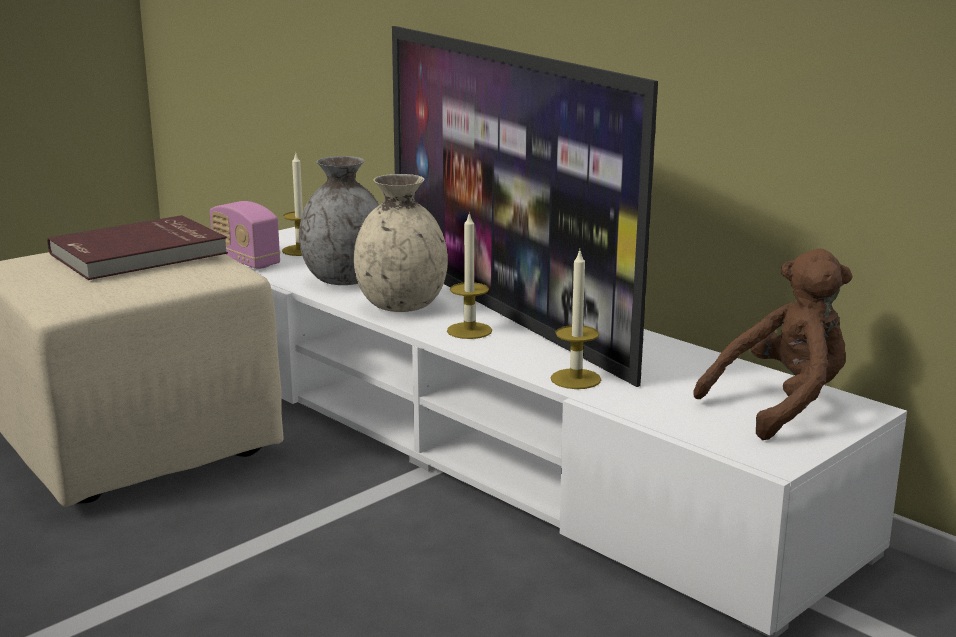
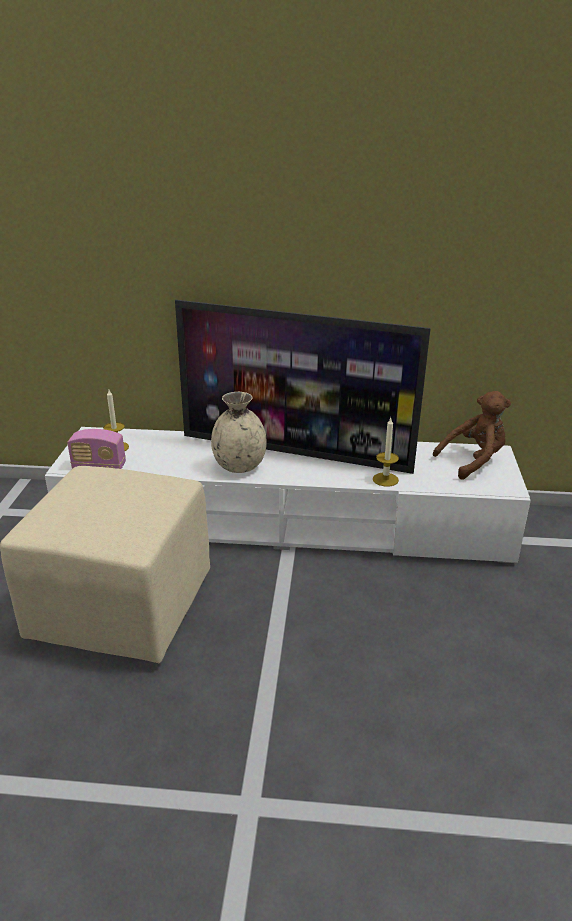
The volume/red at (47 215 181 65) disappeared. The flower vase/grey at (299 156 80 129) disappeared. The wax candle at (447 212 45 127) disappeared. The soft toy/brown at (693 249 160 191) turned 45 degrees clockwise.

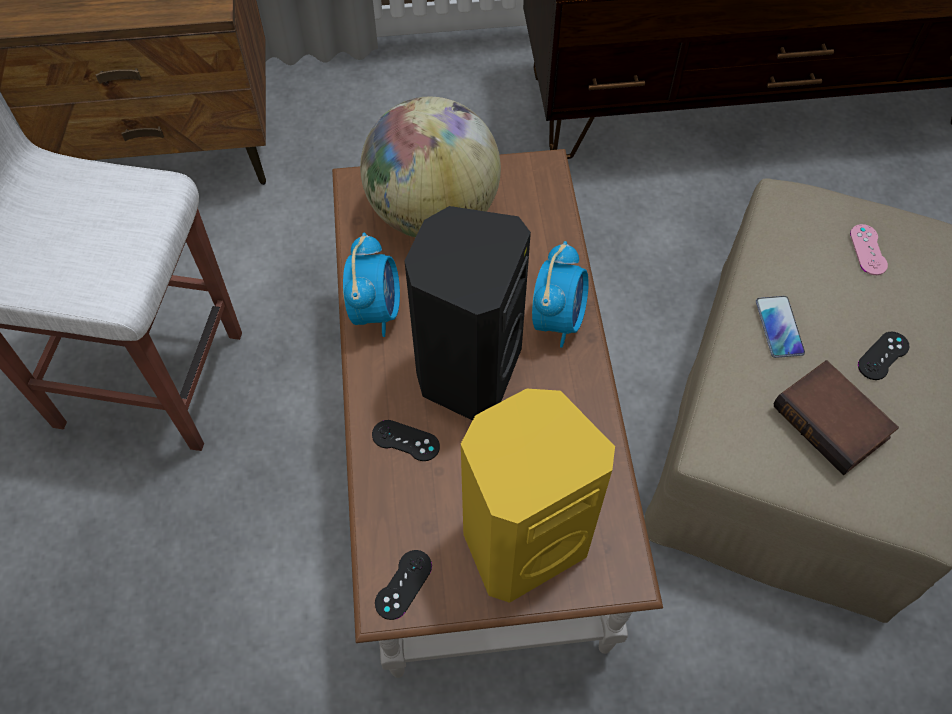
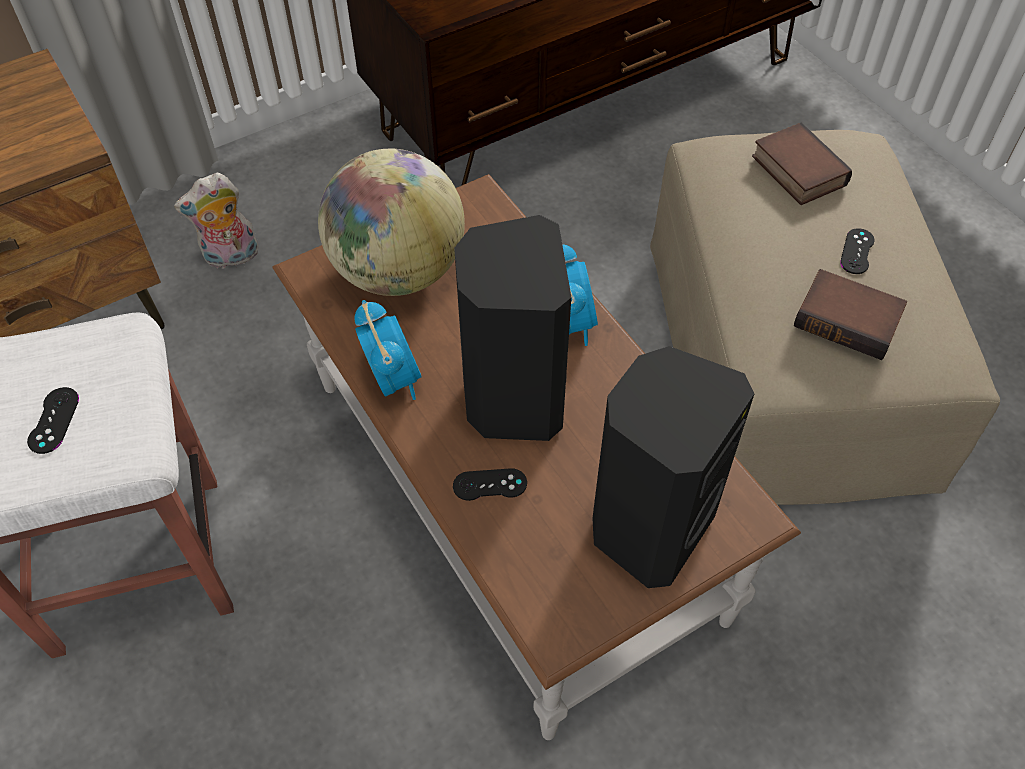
The telephone at (756 296 49 62) disappeared. The soft toy at (174 173 85 96) appeared. The game controller/black moved from (375 550 57 70) to (27 387 52 67). The game controller/pinkish at (850 224 38 51) was replaced by the volume at (752 123 100 82). The audio speaker/yellow-coloured at (461 388 154 215) became the audio speaker/black at (592 346 162 242).

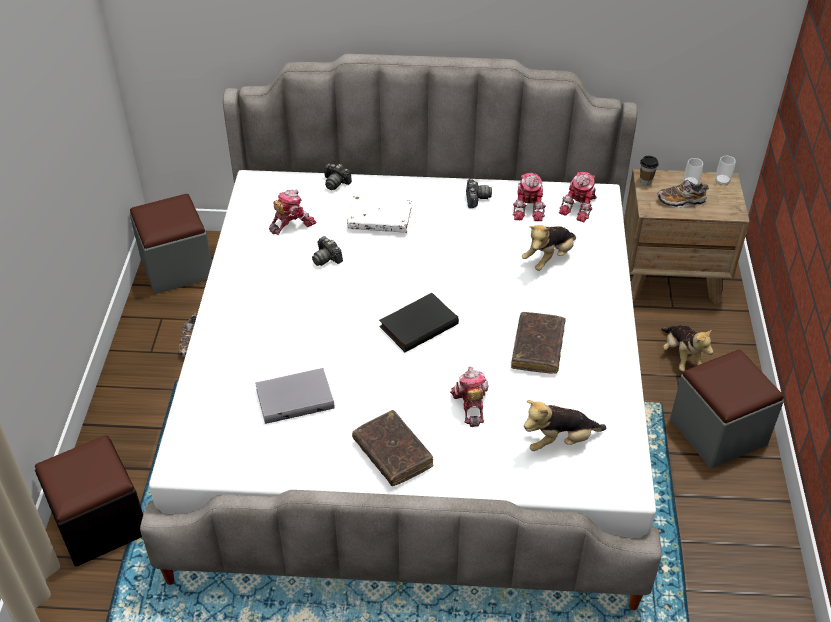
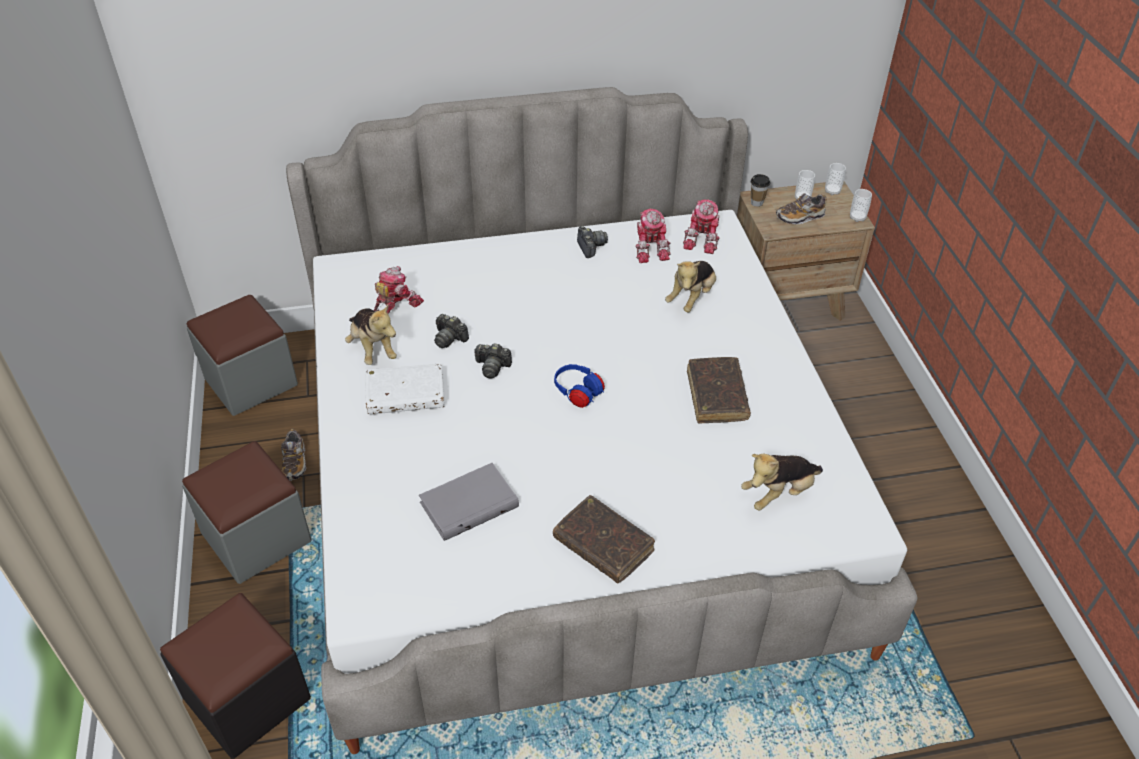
The model robot at (450 366 39 61) disappeared. The small cup at (850 189 22 33) appeared. The still camera moved from (324 163 28 27) to (474 343 38 36). The volume/white-coloured moved from (347 196 65 37) to (365 364 80 50). The soft toy moved from (661 325 52 46) to (345 304 52 61). The footrest/grey moved from (670 350 114 118) to (182 441 130 143). The volume/black at (379 293 80 59) was replaced by the pair of headphones/bluish at (554 364 51 44).

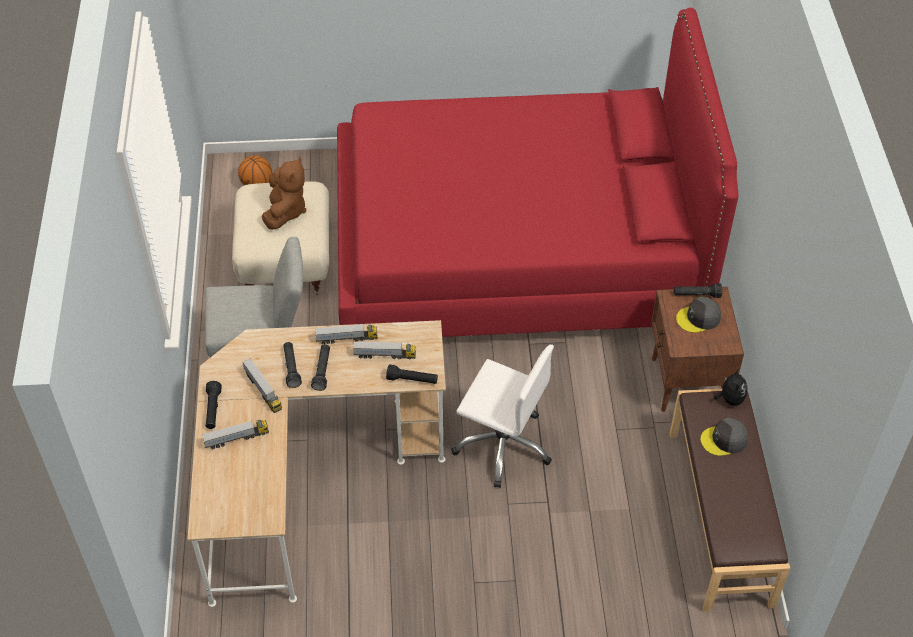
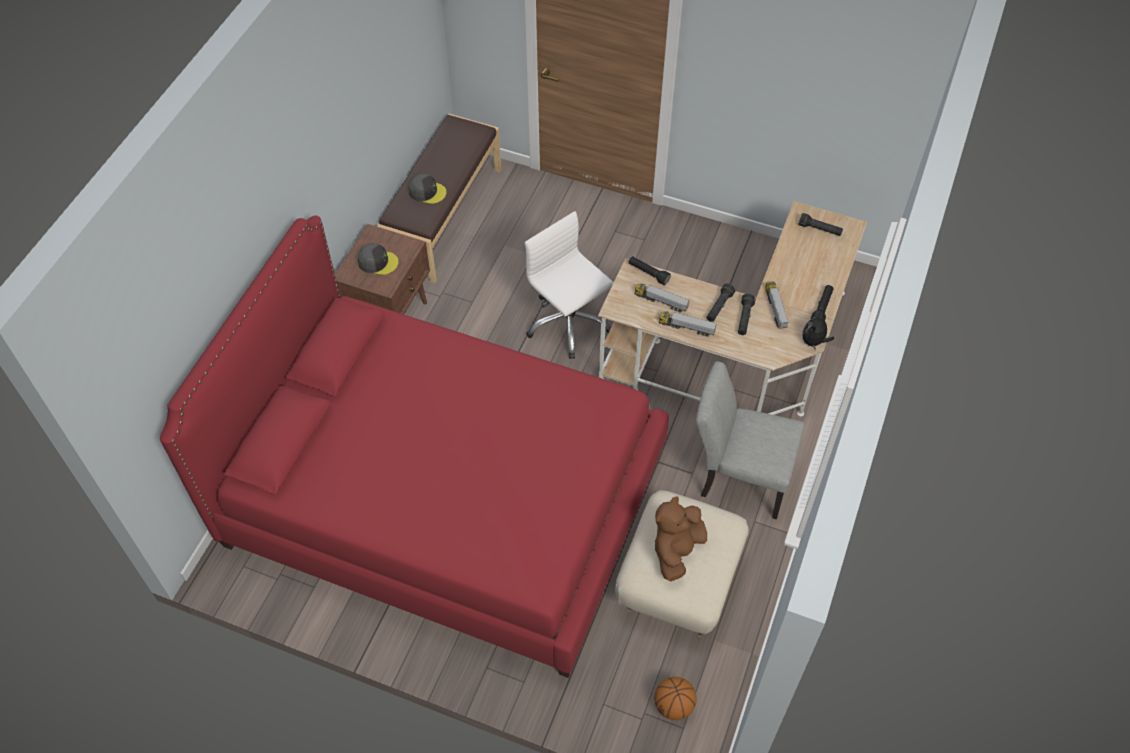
The model truck at (202 420 67 29) disappeared. The hand torch/black moved from (674 284 48 14) to (799 213 44 23). The soft toy moved from (713 368 35 38) to (803 313 31 36).

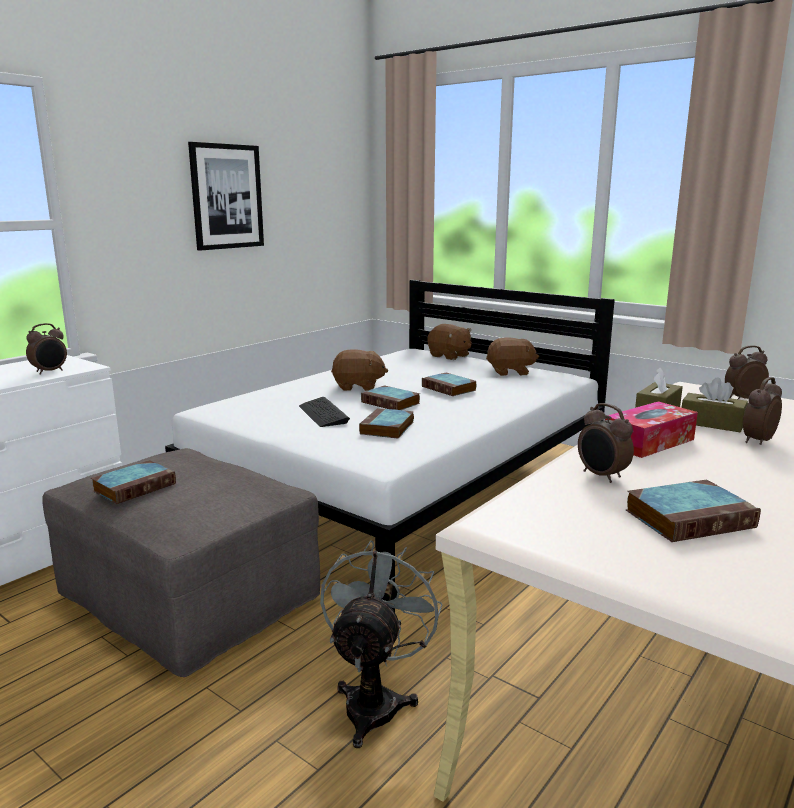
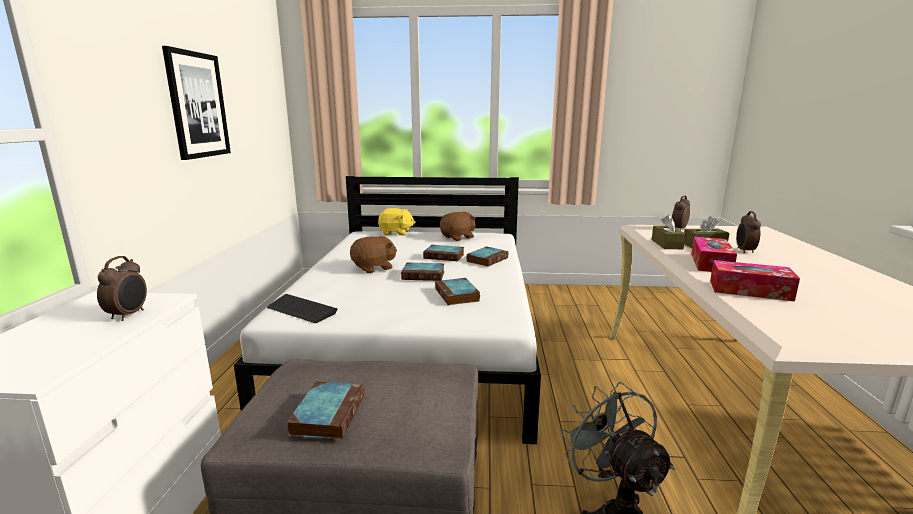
The keyboard moved from (299 397 51 30) to (267 294 71 29). The volume moved from (626 480 135 62) to (466 247 42 19). The table clock at (578 403 56 80) was replaced by the box of tissues at (710 260 90 42). The soft toy/brown at (428 324 43 36) became the soft toy/yellow-coloured at (378 208 38 27).

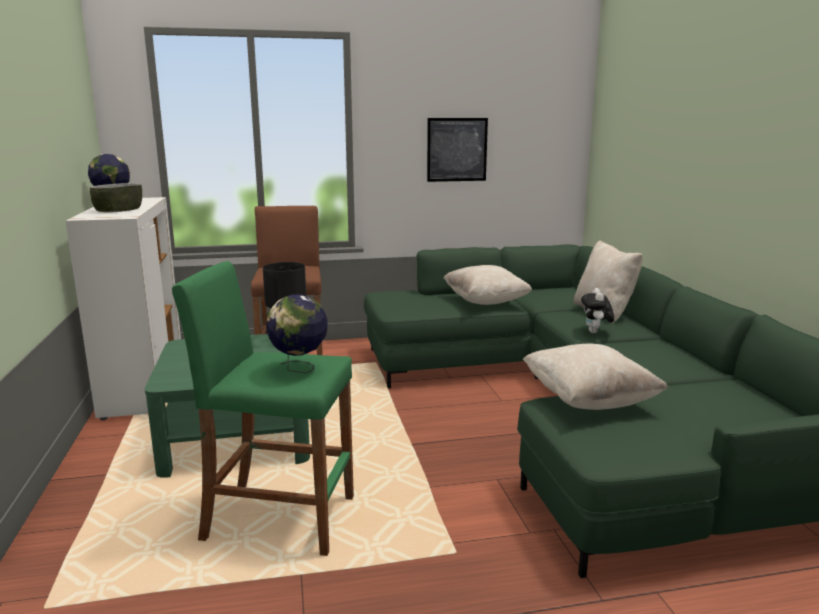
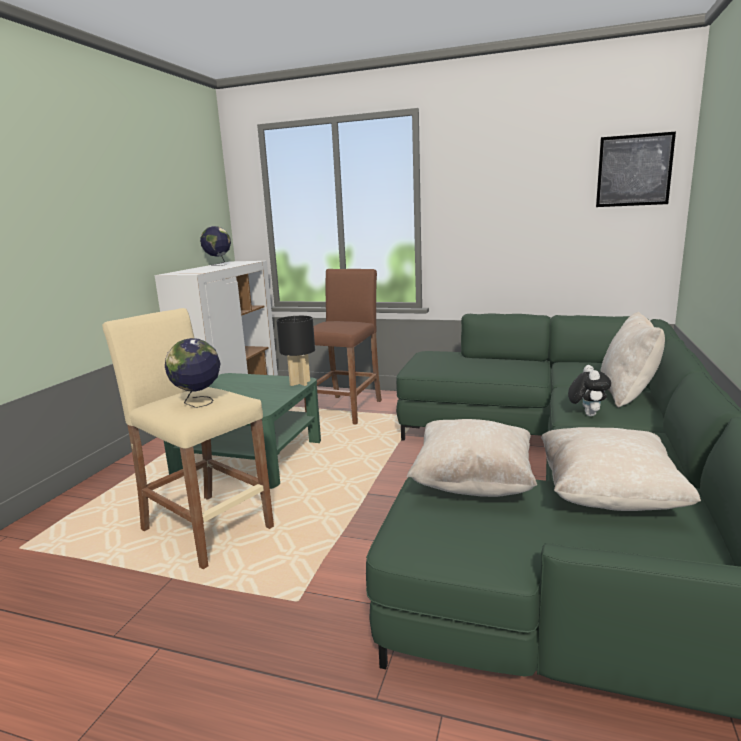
The bowl at (89 183 53 29) disappeared. The wall art moved from (427 118 61 64) to (596 132 80 75). The cushion/sand-coloured moved from (443 265 89 40) to (541 427 160 84). The stool seat/green-coloured at (172 261 182 295) became the stool seat/sand-coloured at (102 308 172 261). The soft toy at (581 288 33 45) turned 150 degrees clockwise.

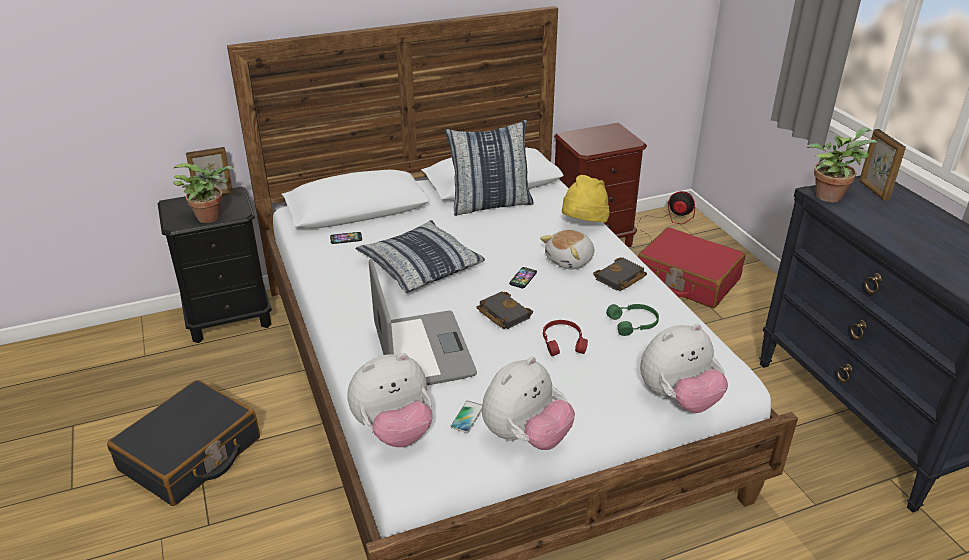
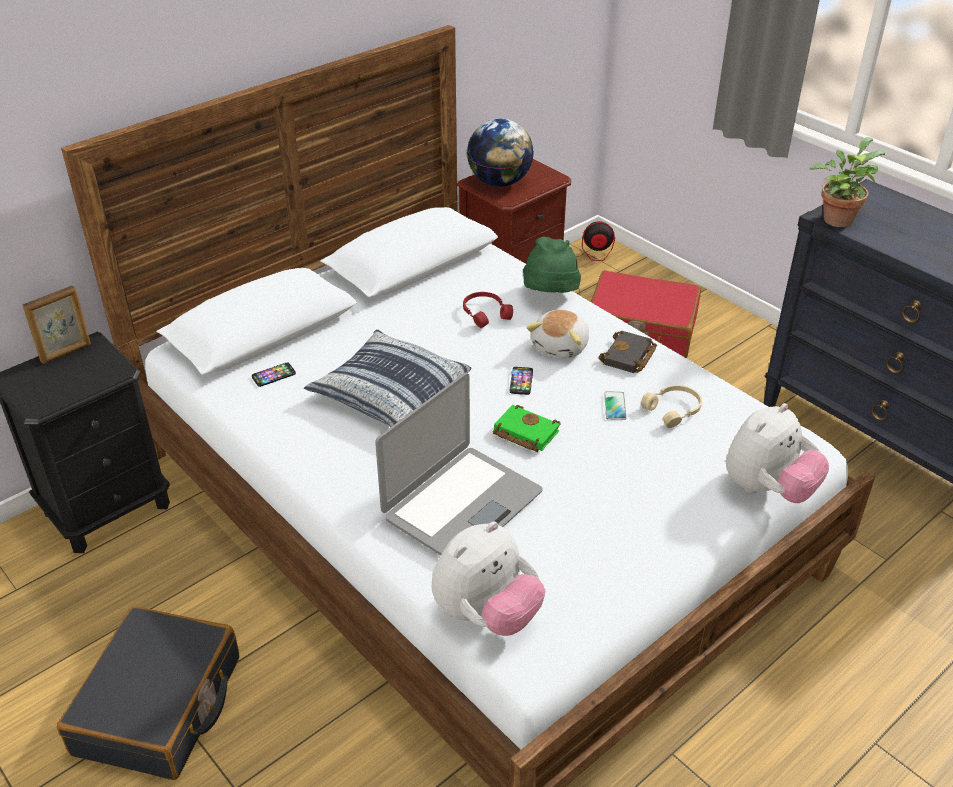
The houseplant at (172 163 62 60) disappeared. The cushion at (445 120 89 96) disappeared. The soft toy at (482 357 93 93) disappeared. The picture frame at (859 129 47 72) disappeared. The globe at (467 119 67 68) appeared. The telephone moved from (450 401 32 32) to (604 391 23 29). The pair of headphones/red moved from (543 320 45 36) to (463 292 50 36). The volume/black at (476 291 57 38) became the volume/green-coloured at (493 405 68 47). The clothing hat/yellow-coloured at (562 175 47 48) became the clothing hat/green-coloured at (523 237 58 56). The pair of headphones/green-coloured at (606 304 53 32) became the pair of headphones/sand-coloured at (641 385 61 43). The laptop at (369 259 108 126) turned 75 degrees clockwise.

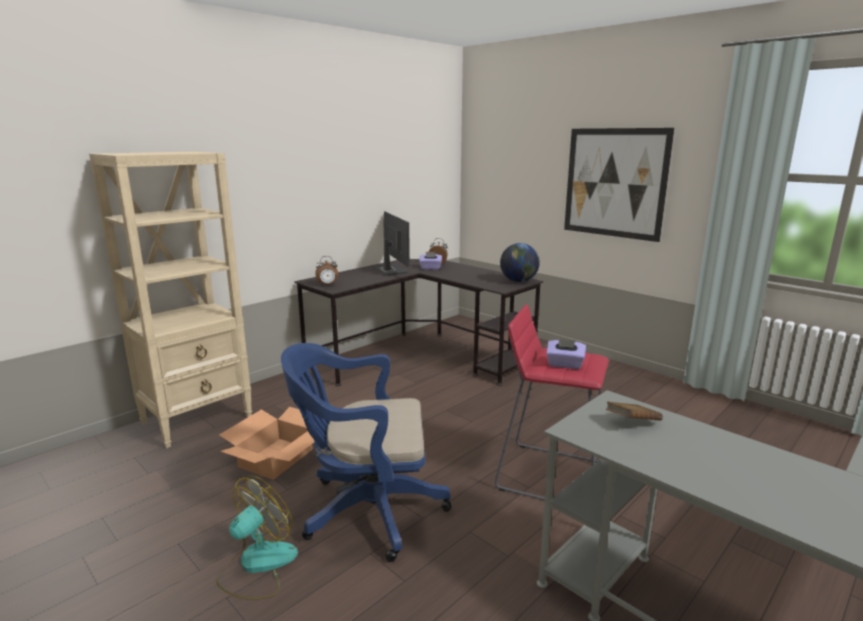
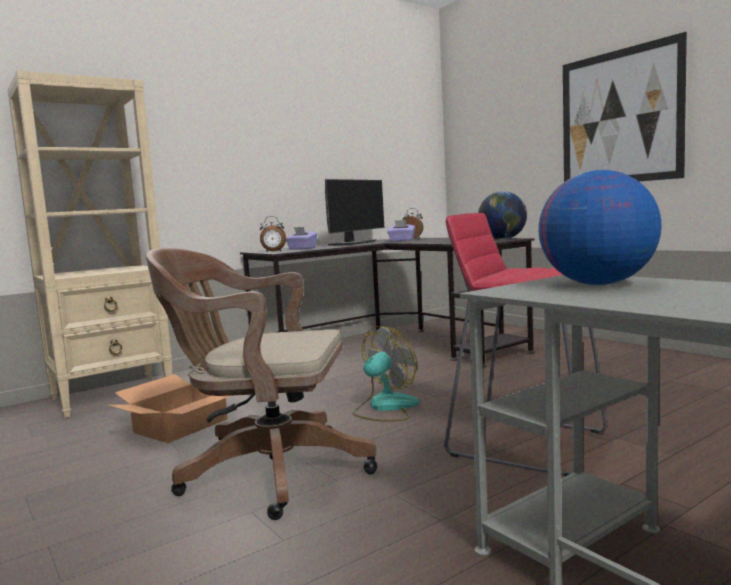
The cooling fan moved from (217 476 81 123) to (353 326 67 95). The box of tissues/purple moved from (546 338 40 31) to (286 227 31 23). The volume/brown at (606 402 57 19) was replaced by the globe at (539 170 123 115). The computer chair/bluish at (281 343 171 219) became the computer chair/brown at (145 248 232 272). The computer display at (374 211 36 64) turned 45 degrees clockwise.

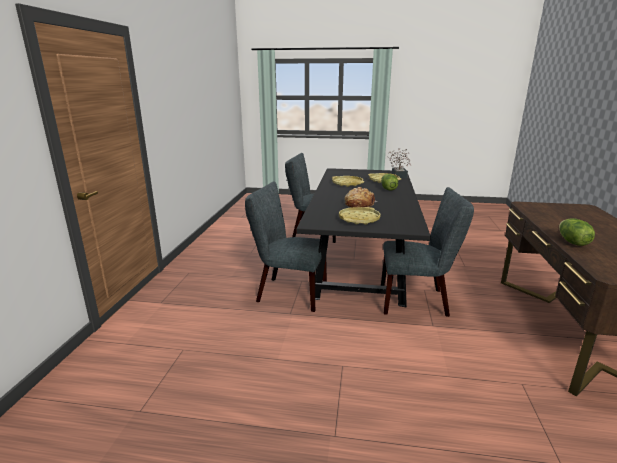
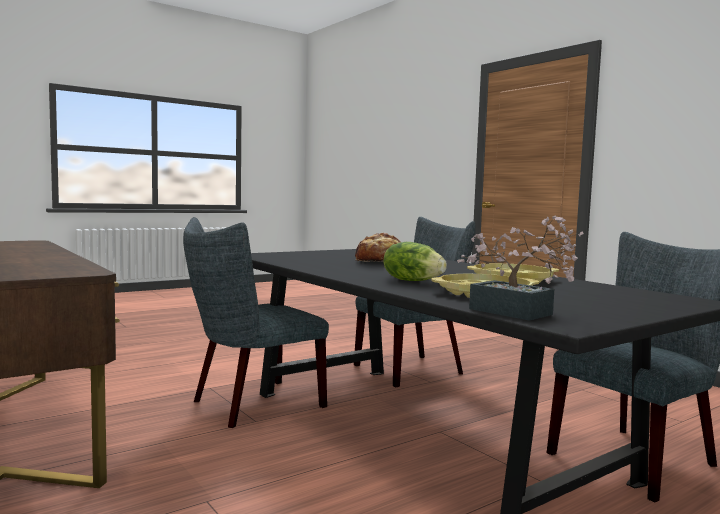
The serving tray/yellow-coloured at (339 207 42 18) disappeared. The head of lettuce at (559 218 36 28) disappeared.

